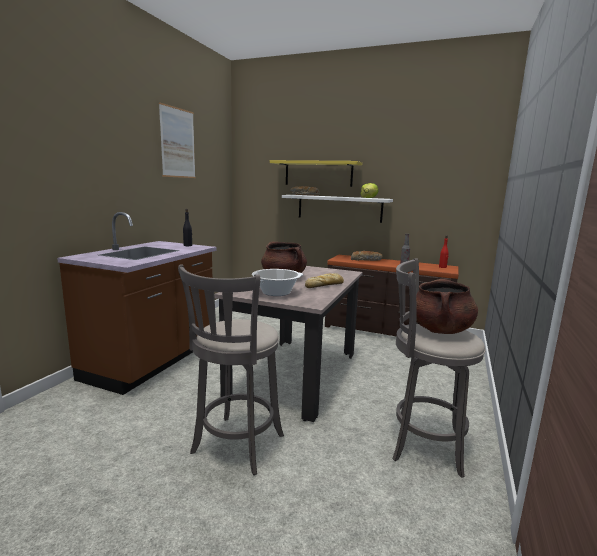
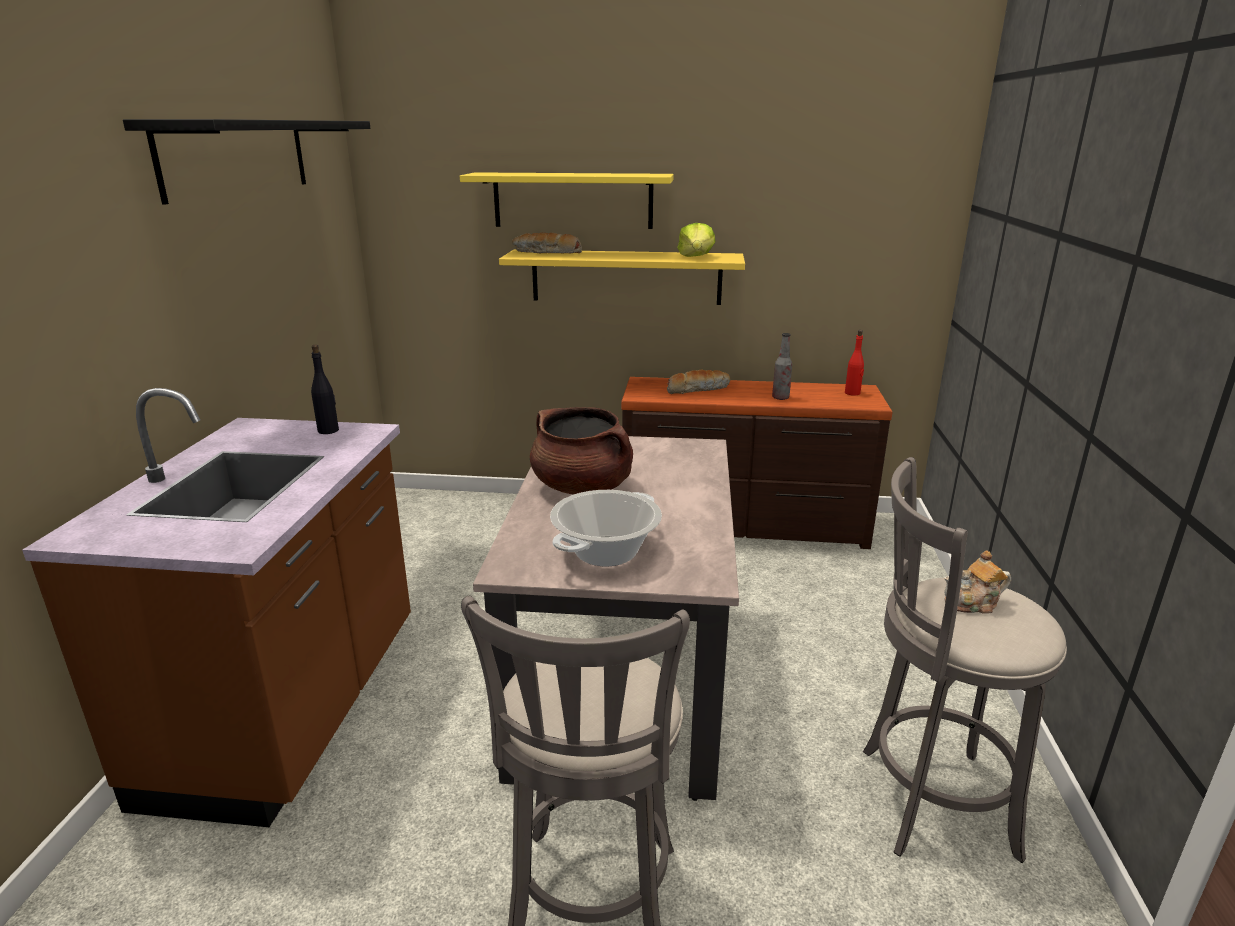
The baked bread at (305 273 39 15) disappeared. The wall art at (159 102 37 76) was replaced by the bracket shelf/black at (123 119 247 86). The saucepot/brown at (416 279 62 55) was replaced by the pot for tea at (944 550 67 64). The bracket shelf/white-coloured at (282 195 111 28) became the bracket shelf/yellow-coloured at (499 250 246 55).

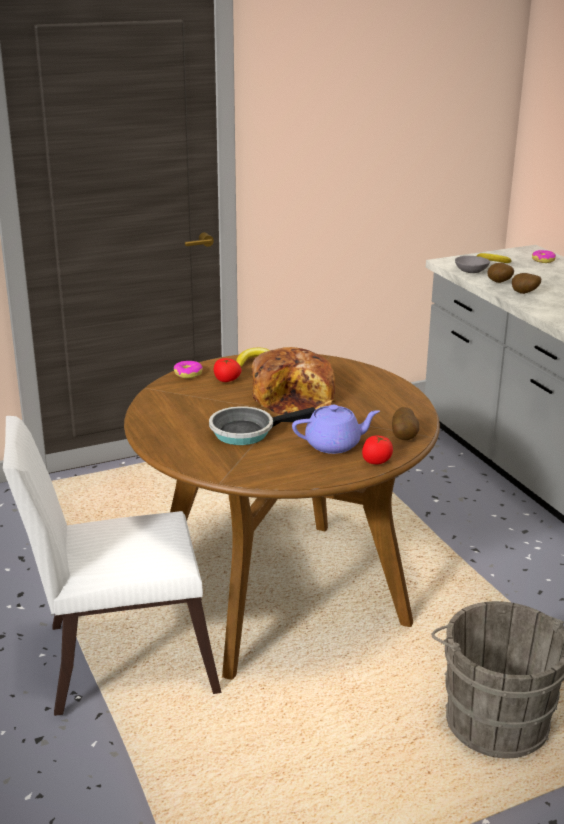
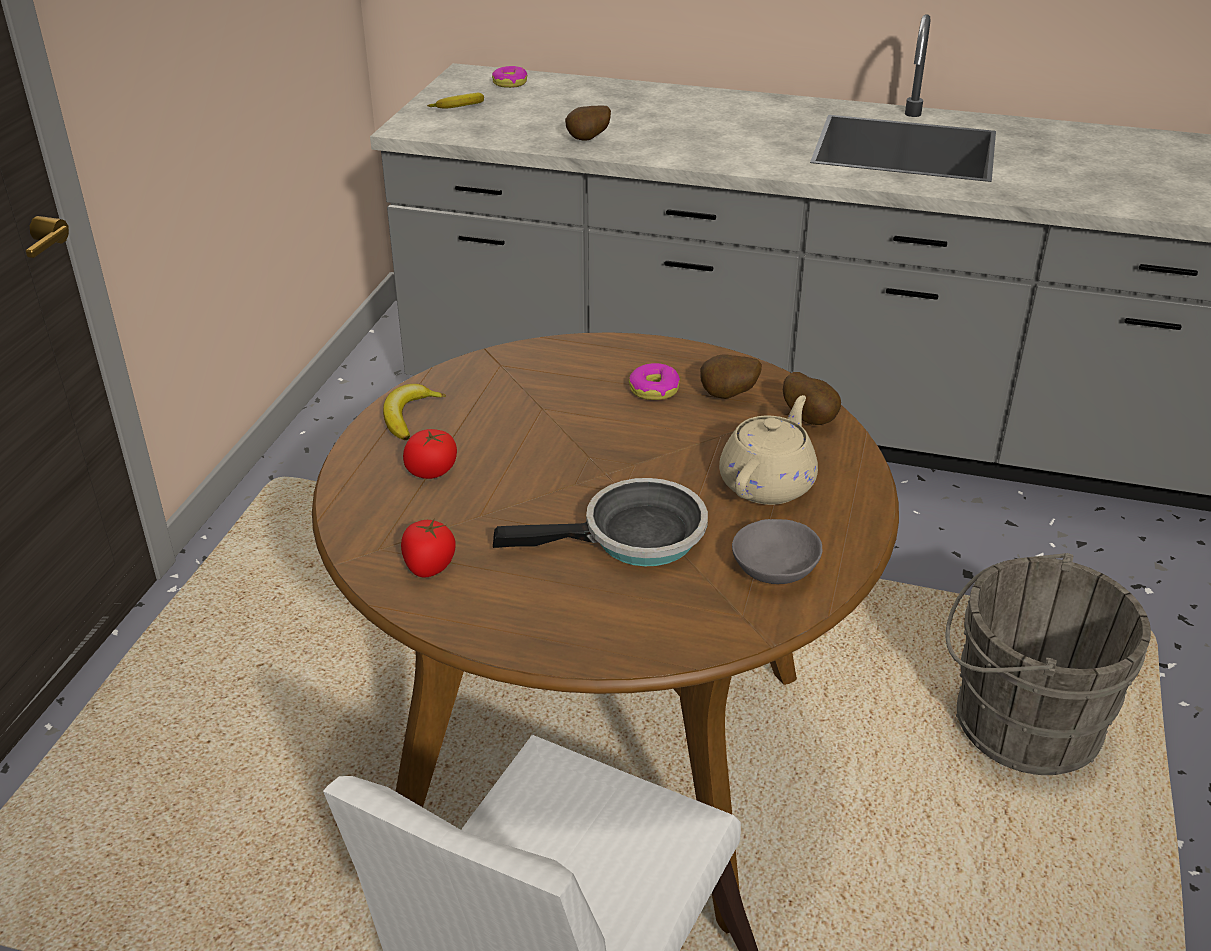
The baked bread at (252 347 84 68) disappeared. The doughnut moved from (174 361 29 17) to (629 363 51 37). The fresh tomato moved from (362 435 31 29) to (401 518 55 60). The bowl/grey moved from (455 256 35 17) to (732 519 91 65). The whole potato moved from (487 263 27 20) to (700 355 62 43). The pot for tea/purple at (292 405 88 49) became the pot for tea/sand-coloured at (719 395 99 110). The pan at (209 406 107 39) turned 120 degrees counterclockwise.

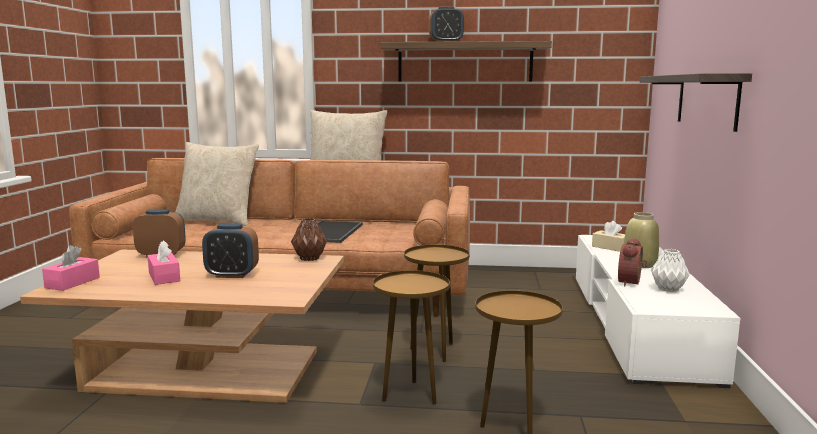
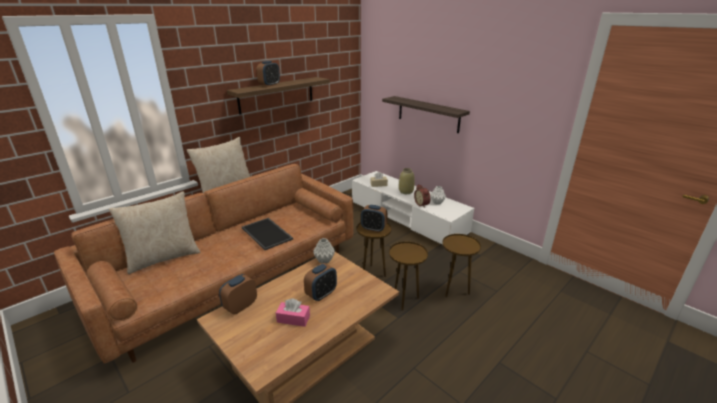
The box of tissues/pinkish at (42 245 58 46) disappeared. The table clock at (361 205 27 27) appeared. The flower vase/brown at (291 218 36 43) became the flower vase/grey at (313 238 22 26).

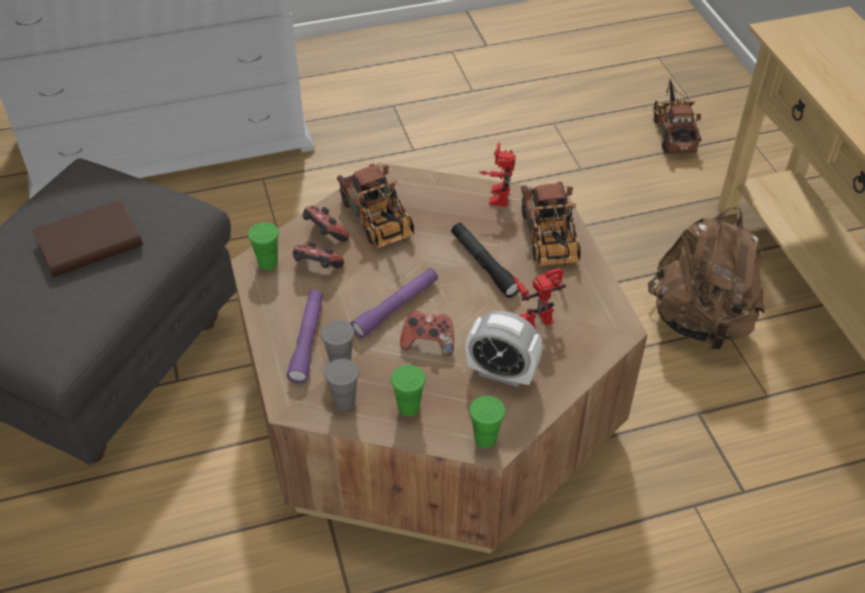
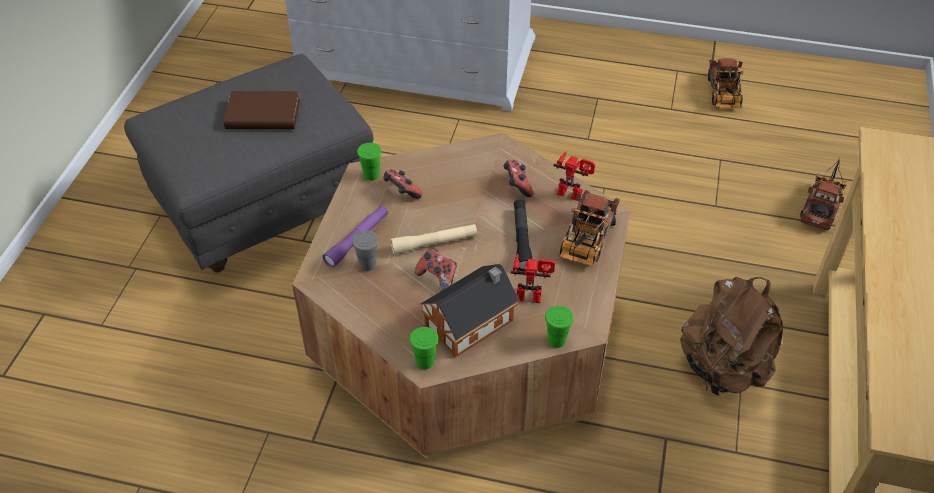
The small cup/grey at (324 359 35 51) disappeared. The game controller moved from (302 206 48 36) to (503 160 31 37). The model truck moved from (337 164 78 84) to (708 58 35 50). The small cup/green-coloured moved from (391 365 35 51) to (545 306 29 42). The table clock at (465 311 77 76) was replaced by the toy house at (420 264 100 94). The hand torch/purple at (350 268 88 71) became the hand torch/sand-coloured at (390 224 87 31). The model robot at (479 143 37 64) turned 75 degrees clockwise.

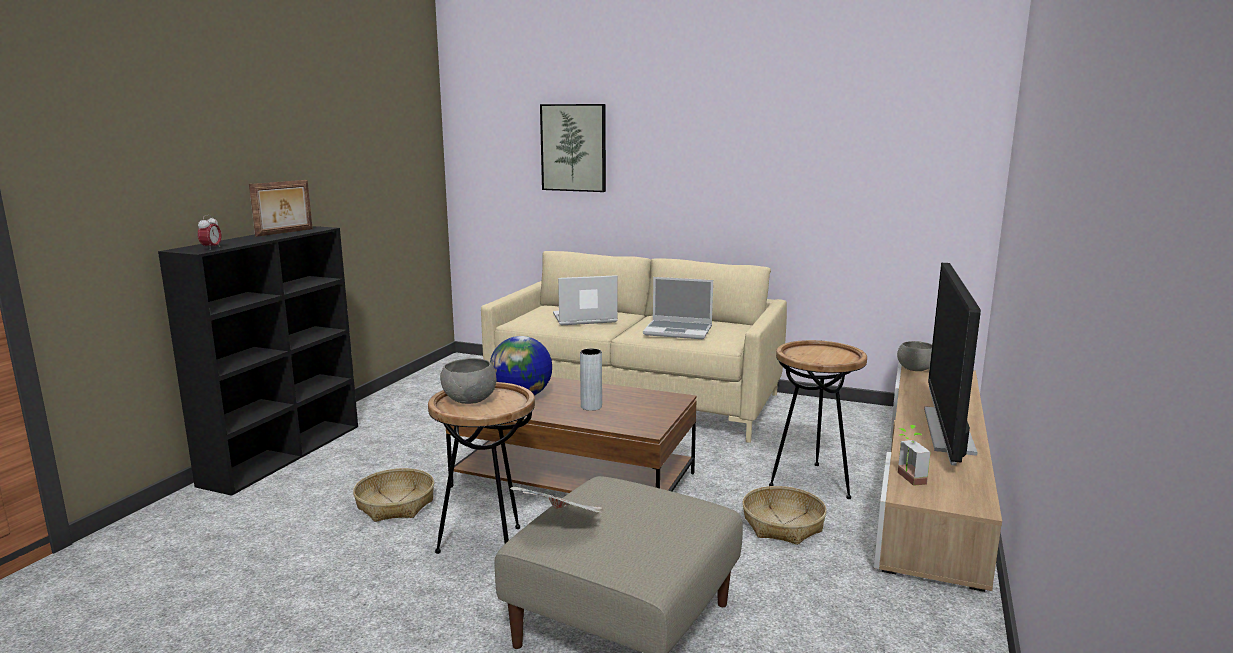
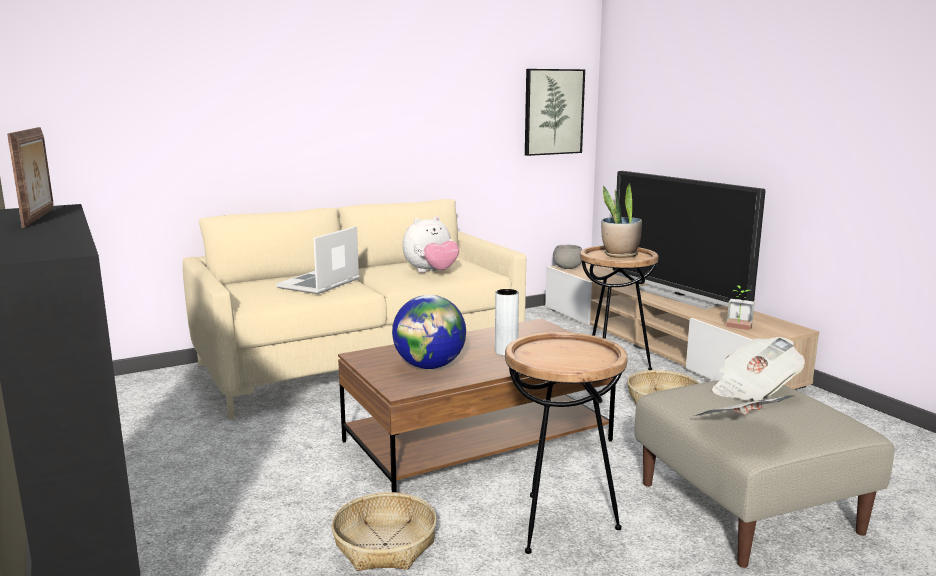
The table clock at (198 215 23 35) disappeared. The bowl/grey at (440 358 57 46) disappeared. The houseplant at (601 183 41 75) appeared. The printed paper at (712 337 93 64) appeared. The wall art moved from (540 104 66 88) to (525 69 60 87). The laptop at (643 277 70 62) was replaced by the soft toy at (403 216 56 57).

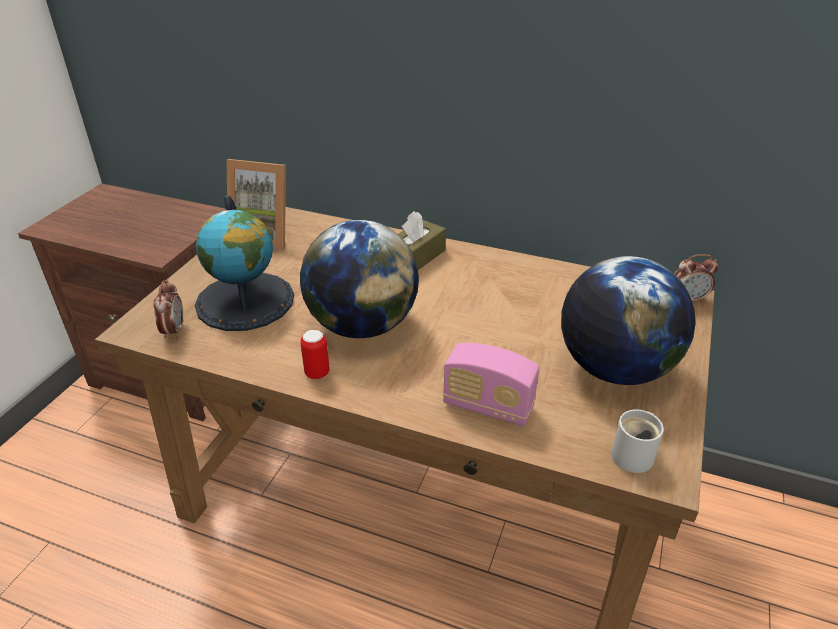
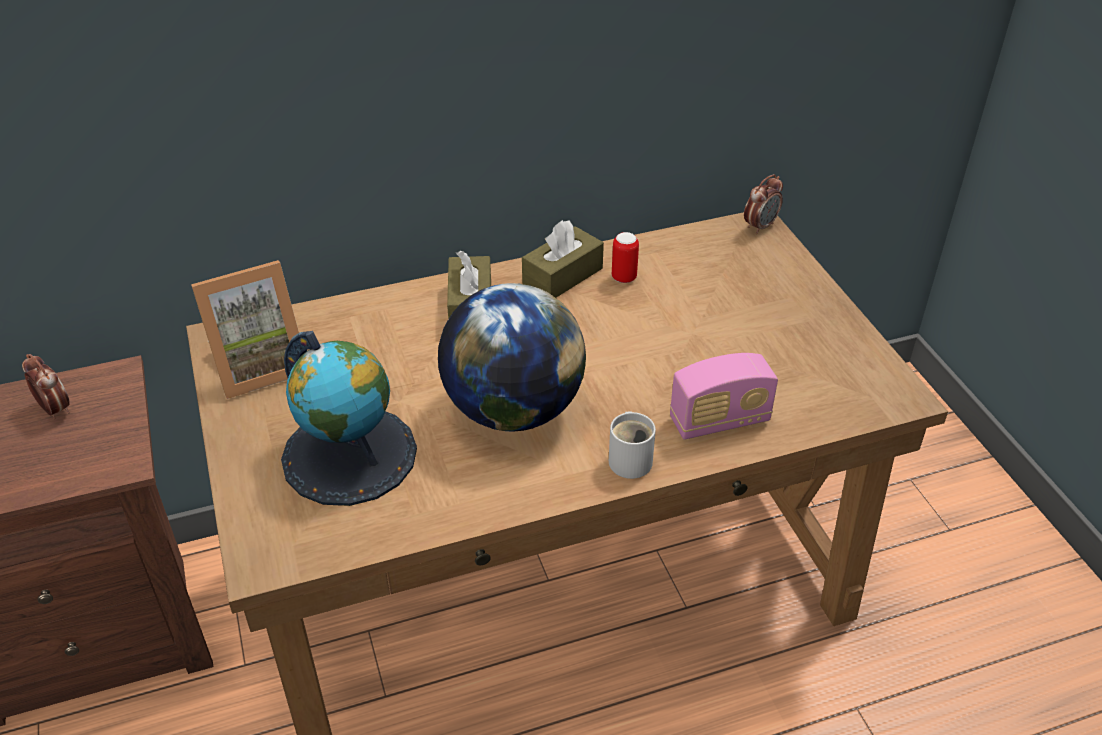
The globe at (561 256 135 129) disappeared. The box of tissues/brown at (522 220 82 78) appeared. The table clock moved from (153 280 30 59) to (22 354 48 65). The metal can moved from (300 330 30 49) to (612 232 27 51). The tea mug/white-coloured moved from (611 409 53 64) to (609 411 47 68).

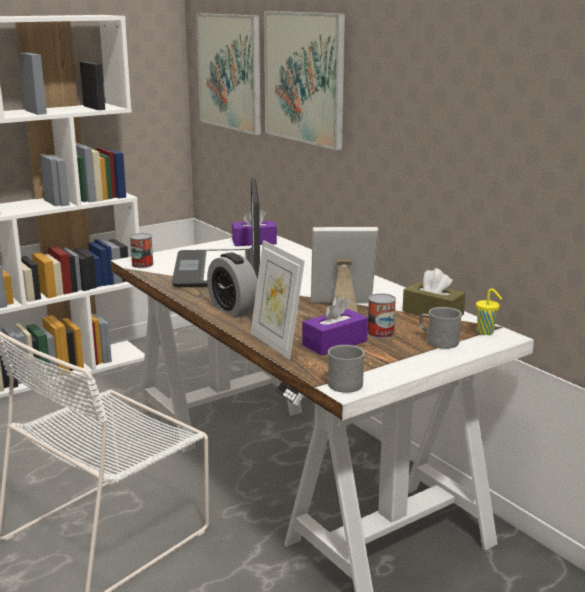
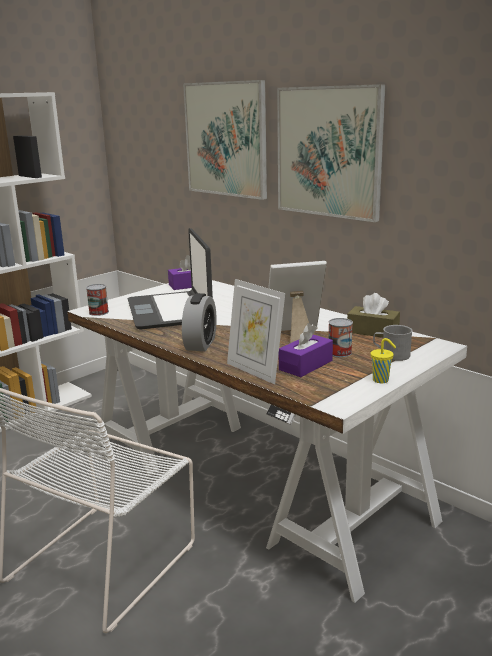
The tea mug/grey at (328 345 37 48) disappeared. The wall art moved from (196 13 65 122) to (277 84 108 138). The small cup/yellow-coloured moved from (476 289 26 46) to (371 338 25 45). The table clock at (207 252 51 65) turned 120 degrees counterclockwise.

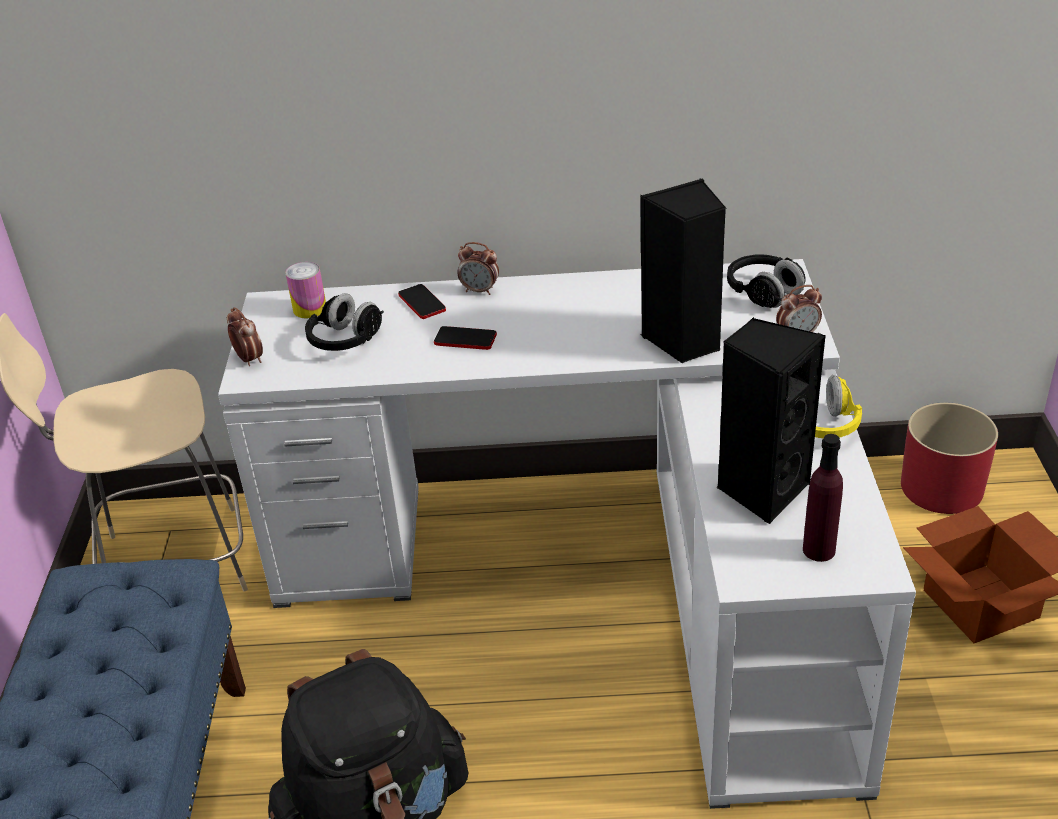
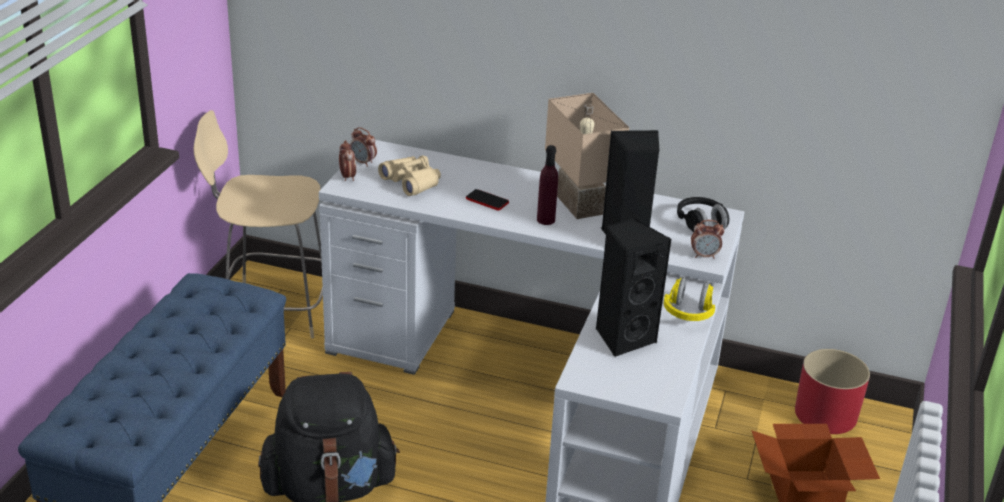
The metal can at (286 262 40 57) disappeared. The telephone at (398 284 48 35) disappeared. The tabletop lamp/sand-coloured at (545 93 84 126) appeared. The table clock moved from (457 242 42 53) to (350 127 27 40). The beverage bottle/purple moved from (803 434 40 128) to (537 145 21 80). The pair of headphones/black at (305 293 79 58) was replaced by the pair of binoculars/sand-coloured at (378 155 63 41).

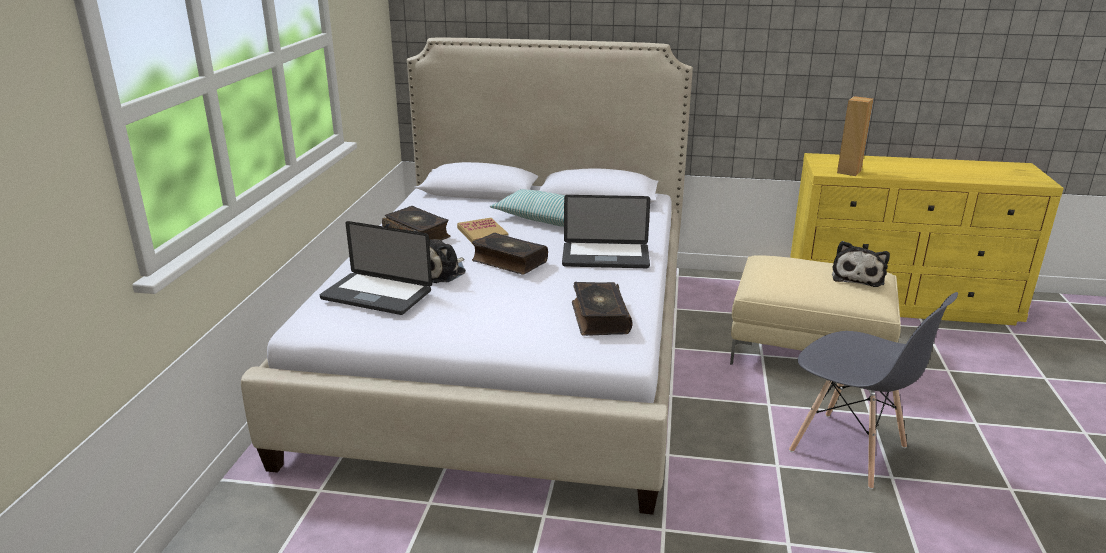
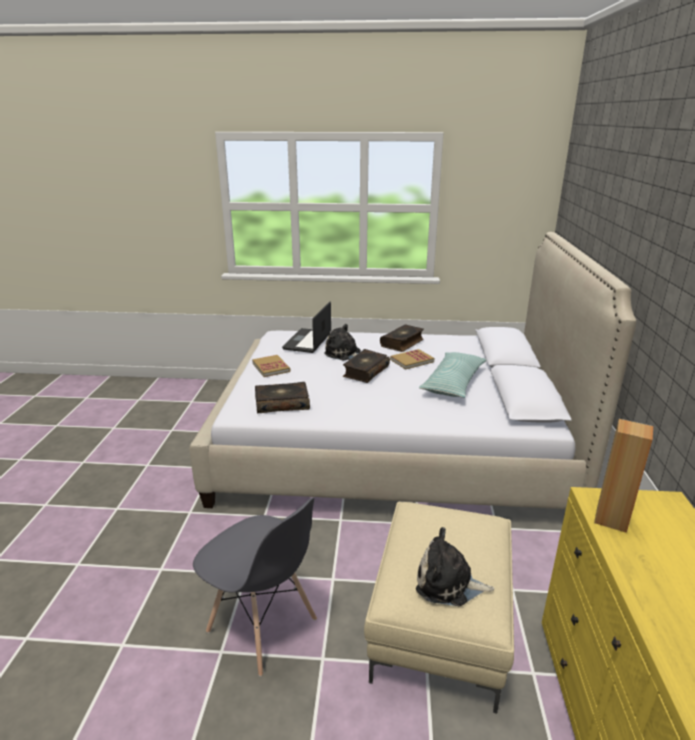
The laptop at (562 195 88 73) disappeared. The volume at (252 355 38 22) appeared. The plain chair/grey at (789 292 169 197) turned 90 degrees counterclockwise.

